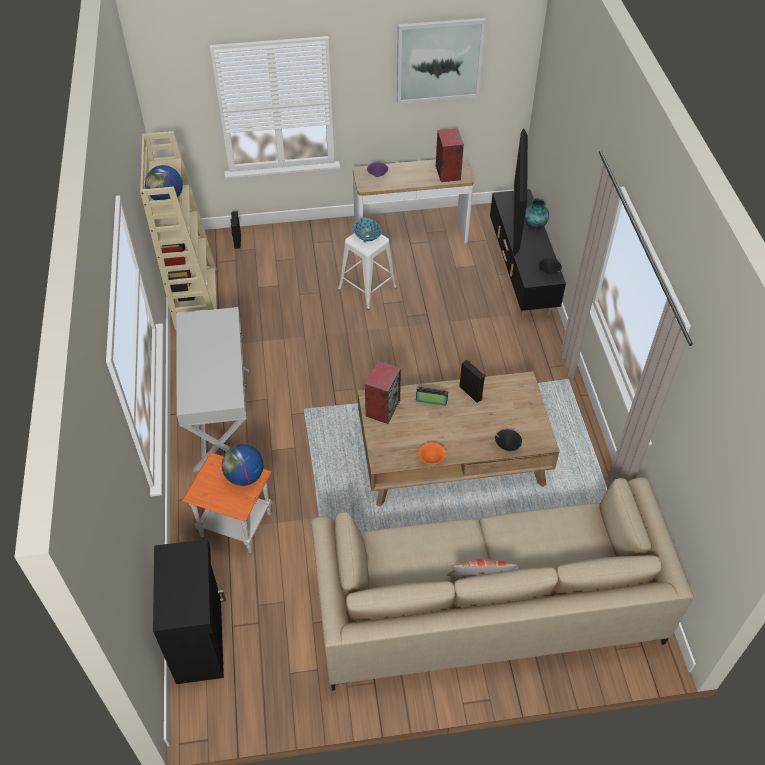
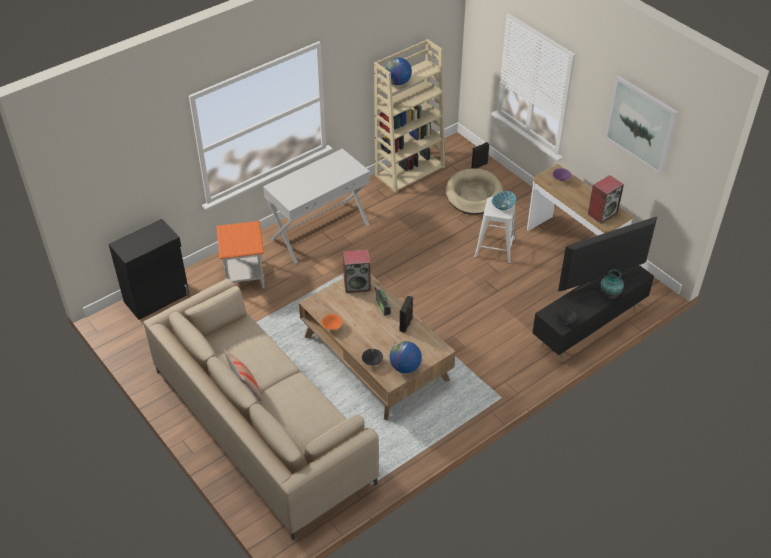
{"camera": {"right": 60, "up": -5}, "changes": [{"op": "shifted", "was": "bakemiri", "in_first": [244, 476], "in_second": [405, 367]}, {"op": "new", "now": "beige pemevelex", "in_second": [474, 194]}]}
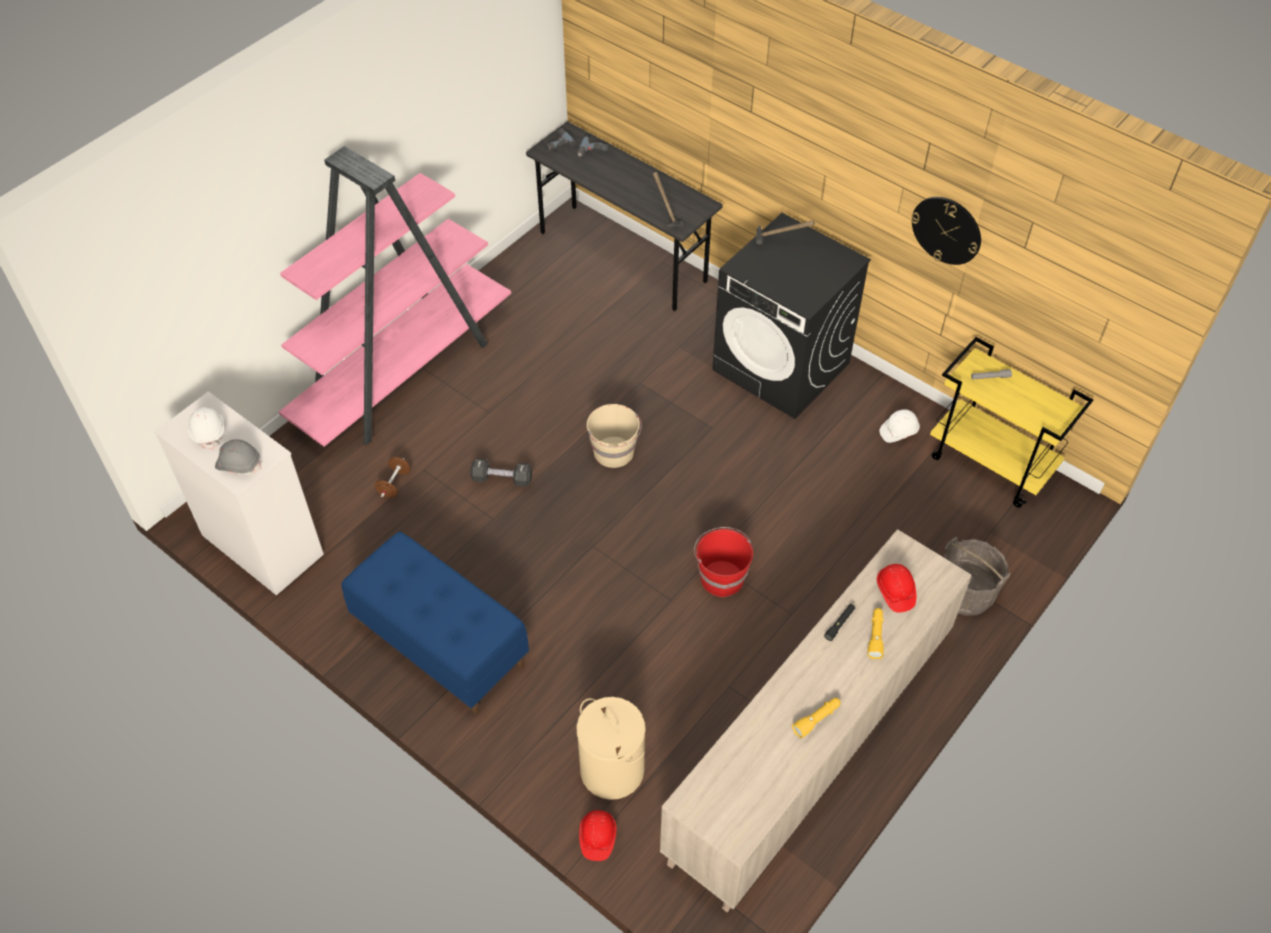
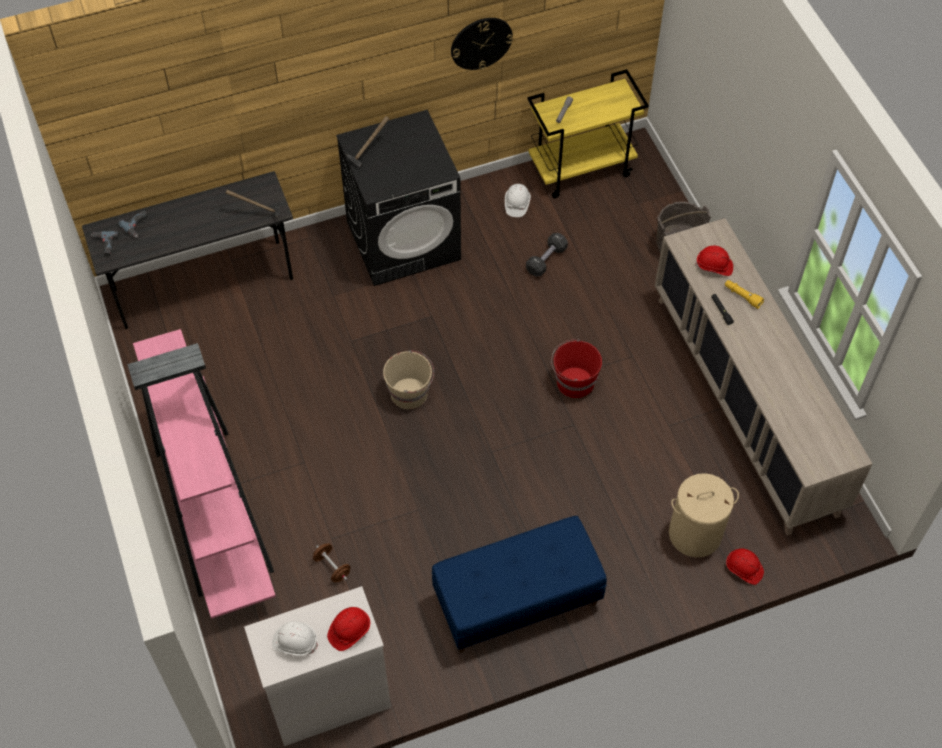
{"camera": {"right": -60, "up": 5}, "changes": [{"op": "repainted", "was": "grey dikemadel", "now": "red dikemadel", "in_first": [239, 464], "in_second": [349, 631]}, {"op": "shifted", "was": "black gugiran", "in_first": [502, 479], "in_second": [546, 260]}, {"op": "gone", "was": "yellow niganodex", "in_first": [816, 719]}]}
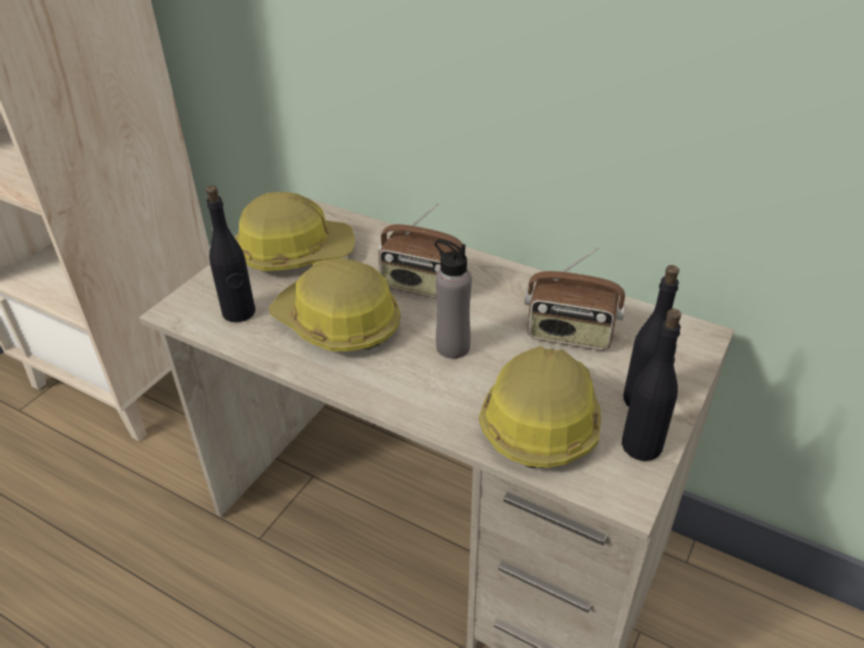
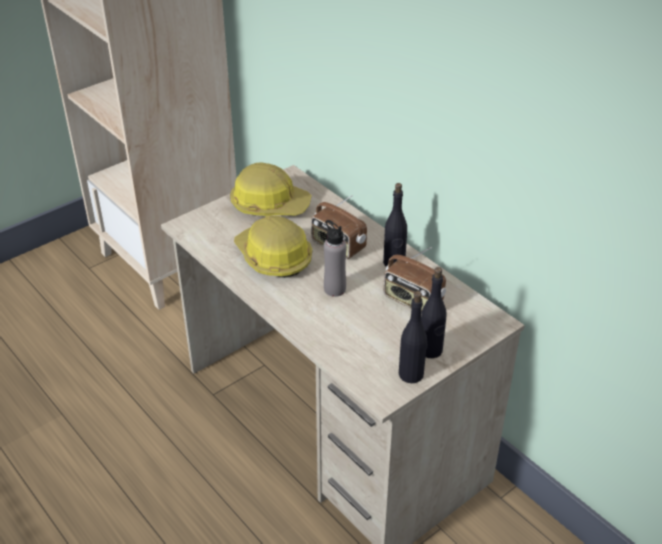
{"camera": {"right": 20, "up": 0}, "changes": [{"op": "shifted", "was": "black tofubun", "in_first": [239, 312], "in_second": [394, 263]}, {"op": "gone", "was": "dikemadel", "in_first": [540, 419]}]}
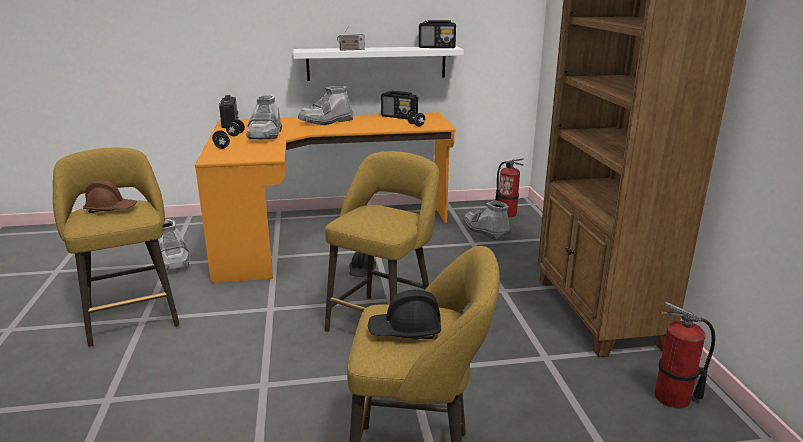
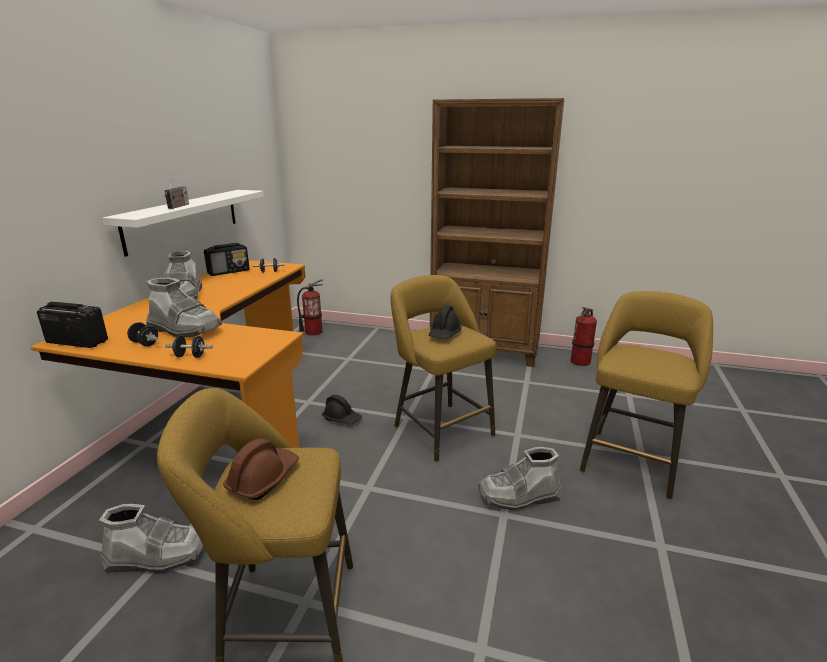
{"camera": {"right": -65, "up": 0}, "changes": [{"op": "shifted", "was": "black dikemadel", "in_first": [405, 331], "in_second": [444, 334]}, {"op": "gone", "was": "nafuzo", "in_first": [437, 47]}, {"op": "shifted", "was": "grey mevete", "in_first": [486, 230], "in_second": [519, 496]}]}
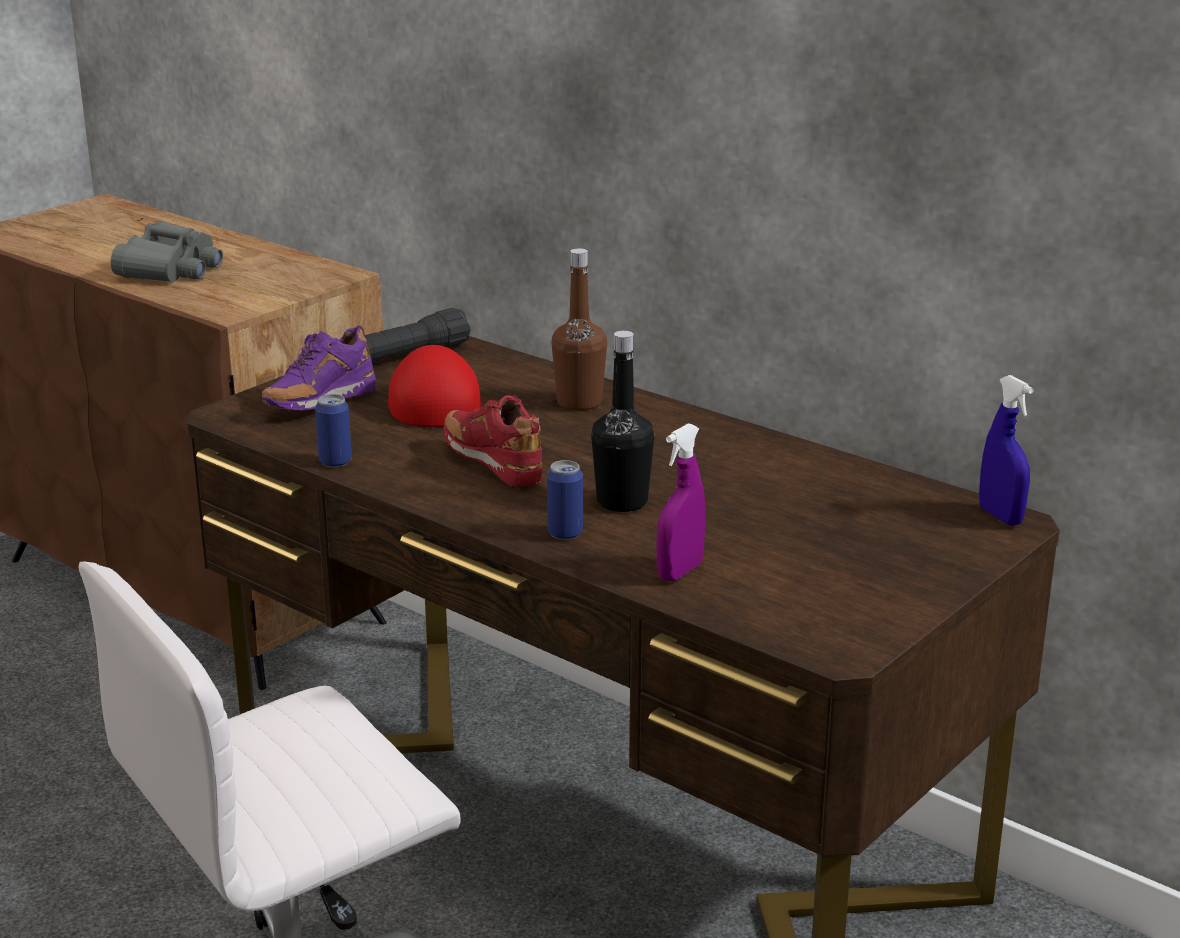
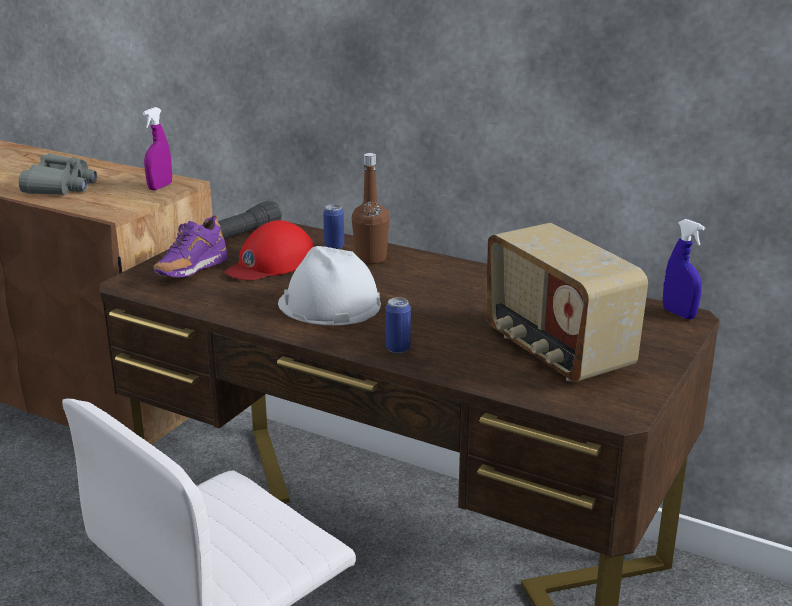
{"camera": {"right": -10, "up": 0}, "changes": [{"op": "shifted", "was": "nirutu", "in_first": [335, 461], "in_second": [334, 246]}, {"op": "rotated", "was": "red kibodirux", "in_first": [434, 400], "in_second": [270, 263], "clockwise": -120}, {"op": "swapped", "was": "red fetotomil", "now": "white dikemadel", "in_first": [493, 464], "in_second": [329, 304]}, {"op": "gone", "was": "black tofubun", "in_first": [622, 502]}, {"op": "shifted", "was": "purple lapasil", "in_first": [680, 572], "in_second": [160, 187]}, {"op": "new", "now": "nafuzo", "in_second": [555, 351]}]}
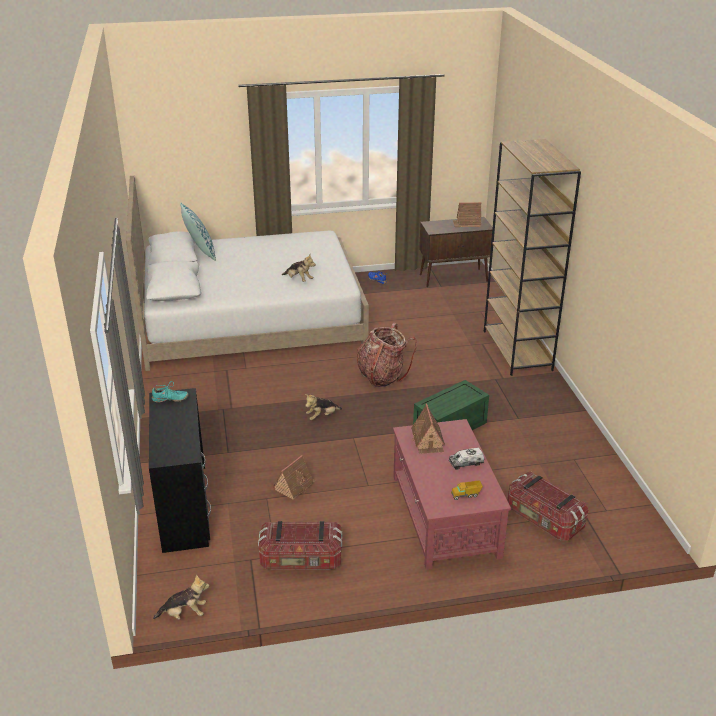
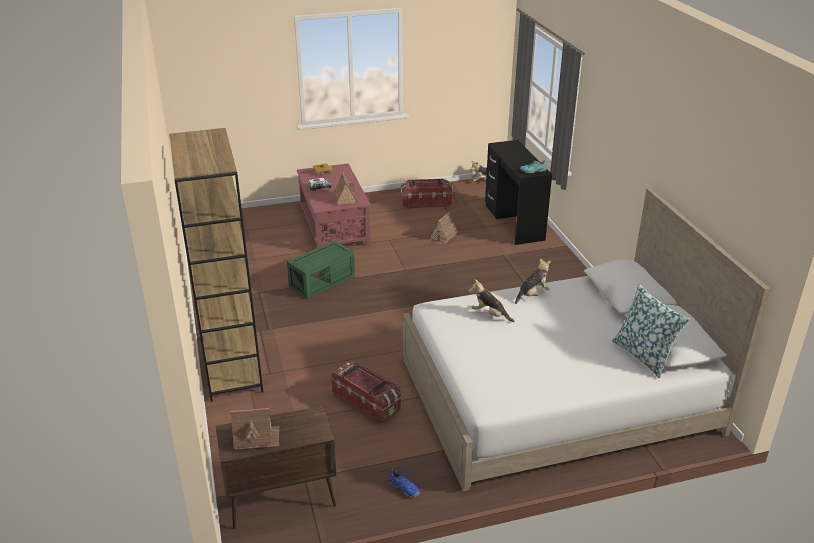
{"camera": {"right": 175, "up": 0}, "changes": [{"op": "shifted", "was": "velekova", "in_first": [322, 416], "in_second": [532, 295]}, {"op": "gone", "was": "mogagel", "in_first": [382, 376]}, {"op": "shifted", "was": "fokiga", "in_first": [543, 520], "in_second": [367, 403]}]}
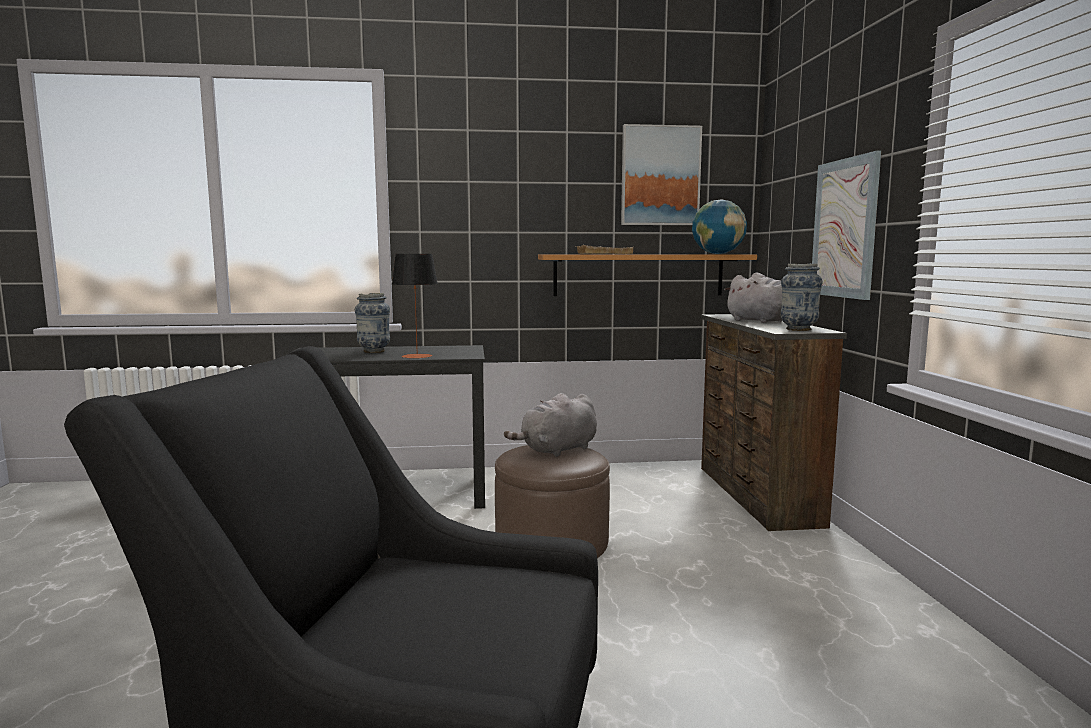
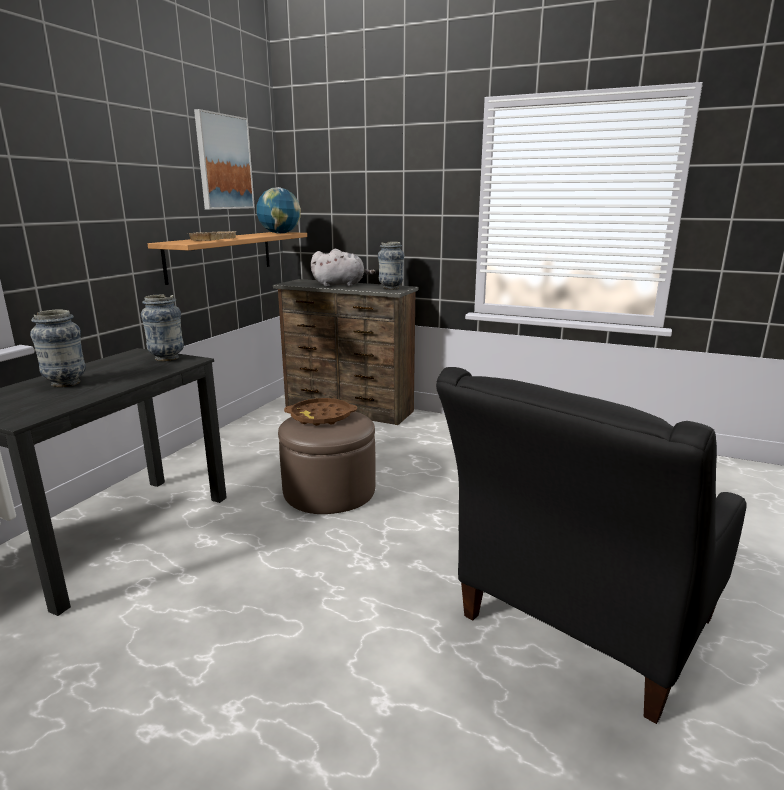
{"camera": {"right": -60, "up": 10}, "changes": [{"op": "gone", "was": "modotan", "in_first": [417, 356]}, {"op": "swapped", "was": "grey velekova", "now": "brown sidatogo", "in_first": [557, 450], "in_second": [321, 417]}, {"op": "gone", "was": "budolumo", "in_first": [844, 228]}, {"op": "new", "now": "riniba", "in_second": [167, 358]}]}
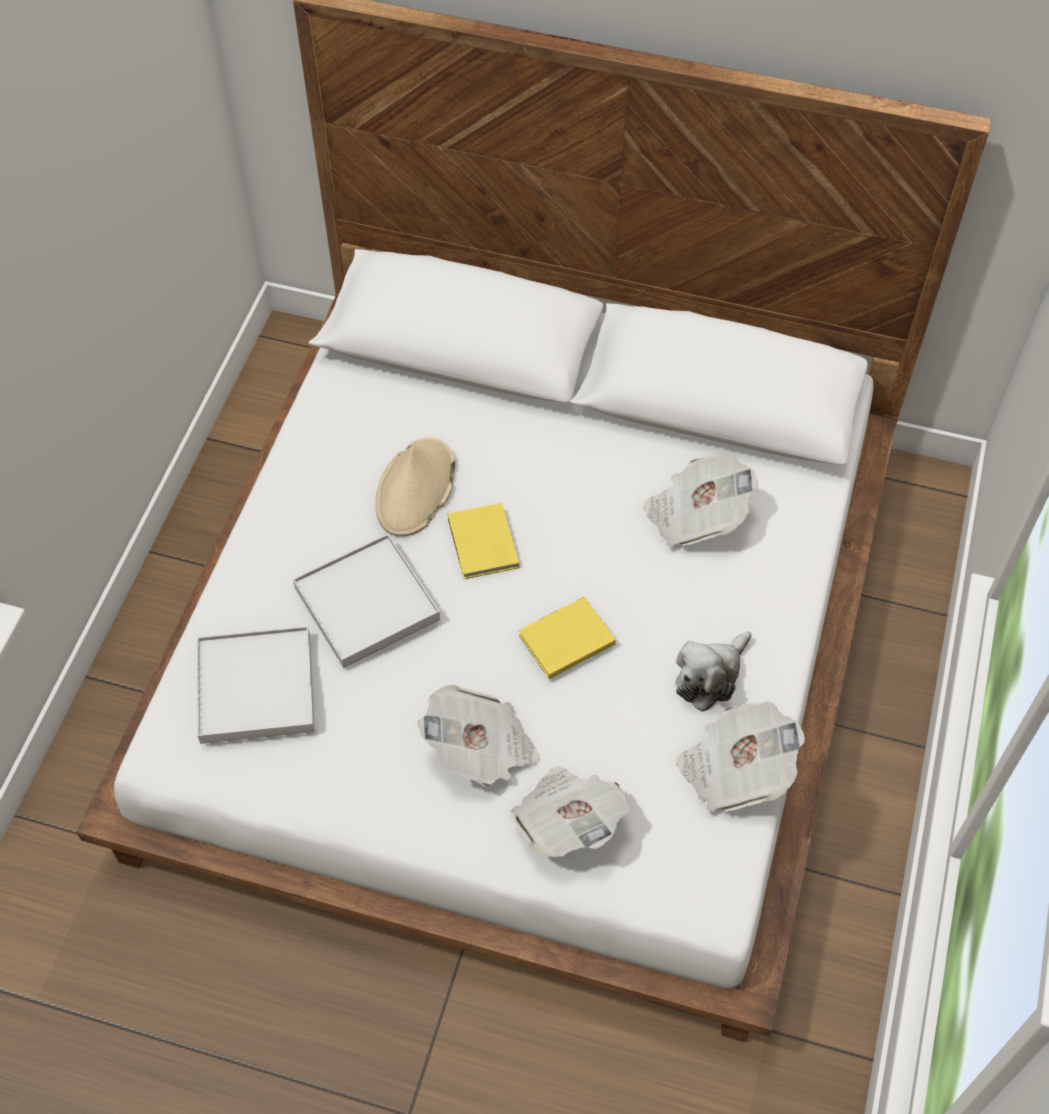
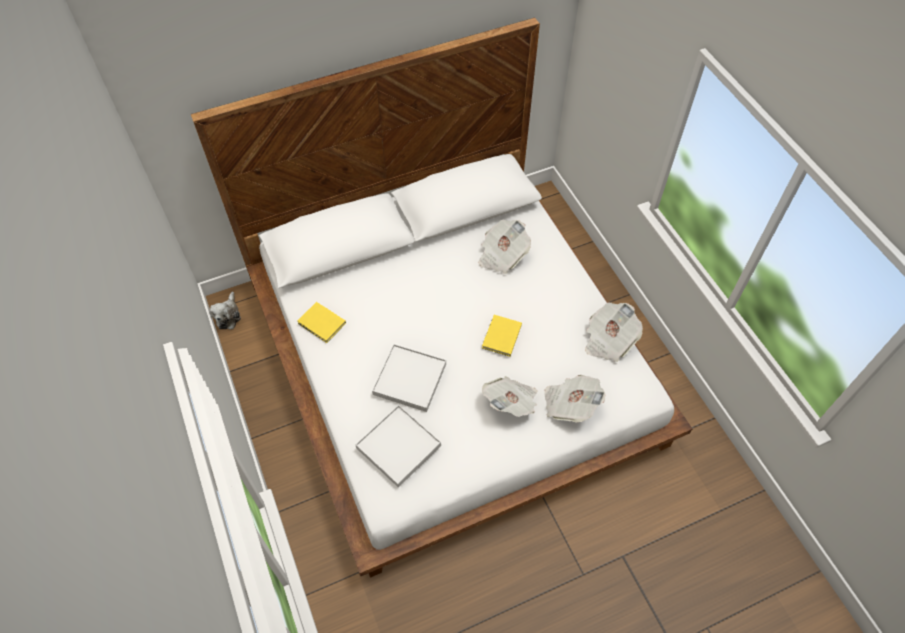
{"camera": {"right": -40, "up": 0}, "changes": [{"op": "gone", "was": "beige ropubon", "in_first": [415, 488]}, {"op": "shifted", "was": "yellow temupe", "in_first": [482, 545], "in_second": [322, 324]}, {"op": "shifted", "was": "velekova", "in_first": [710, 676], "in_second": [228, 315]}]}
